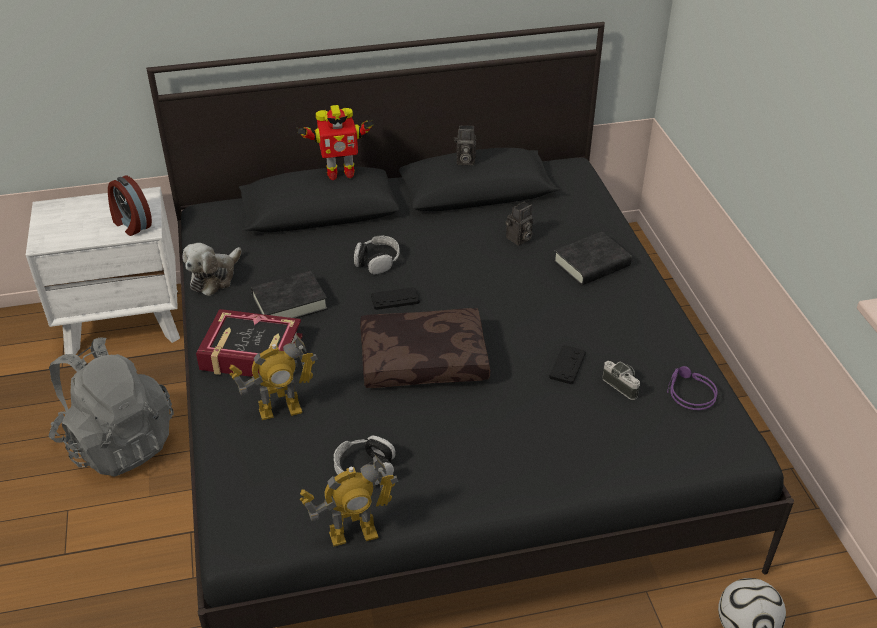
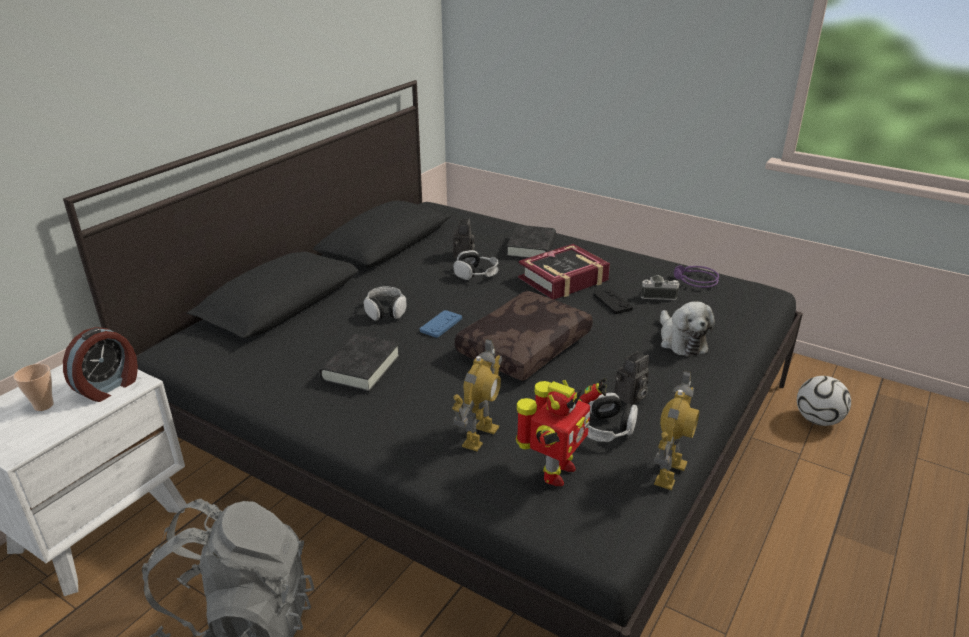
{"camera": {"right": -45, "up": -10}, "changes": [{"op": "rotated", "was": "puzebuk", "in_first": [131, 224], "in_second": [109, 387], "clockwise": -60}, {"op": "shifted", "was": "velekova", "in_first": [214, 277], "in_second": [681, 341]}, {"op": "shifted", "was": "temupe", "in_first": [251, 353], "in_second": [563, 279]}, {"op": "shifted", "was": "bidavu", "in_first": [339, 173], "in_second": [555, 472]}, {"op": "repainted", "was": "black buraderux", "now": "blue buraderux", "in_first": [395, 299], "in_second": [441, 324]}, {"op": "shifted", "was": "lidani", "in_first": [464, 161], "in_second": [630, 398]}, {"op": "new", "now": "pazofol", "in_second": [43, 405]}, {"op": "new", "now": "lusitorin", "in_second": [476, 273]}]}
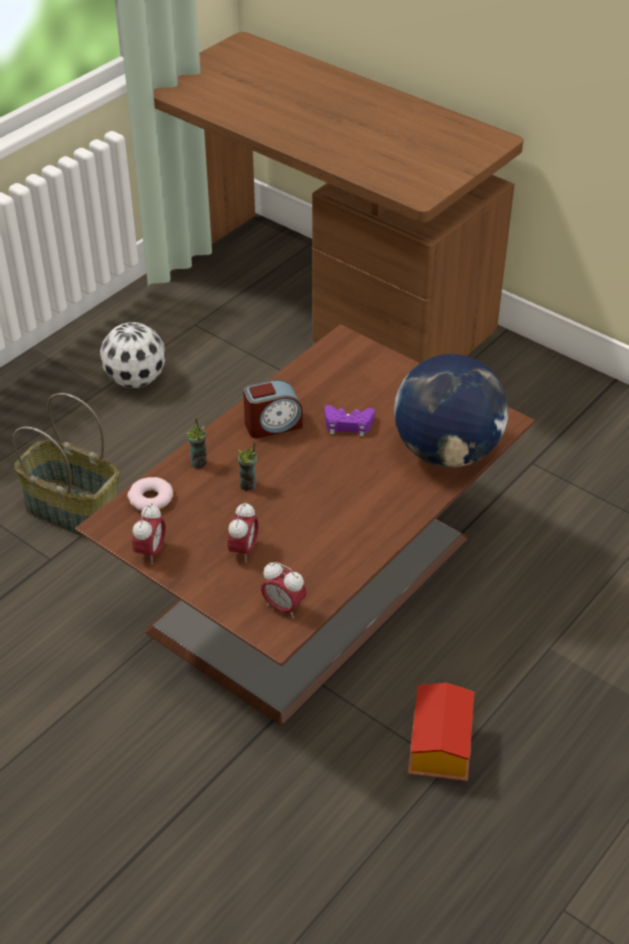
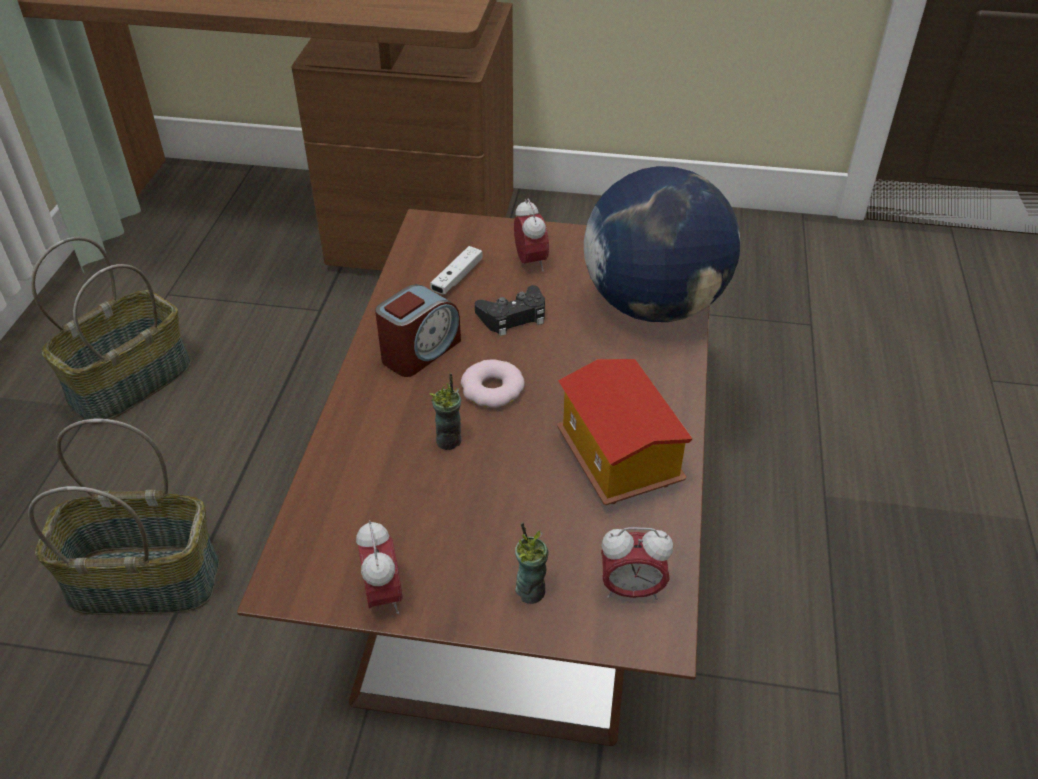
{"camera": {"right": -30, "up": 0}, "changes": [{"op": "swapped", "was": "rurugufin", "now": "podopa", "in_first": [136, 379], "in_second": [130, 381]}, {"op": "shifted", "was": "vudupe", "in_first": [151, 498], "in_second": [492, 389]}, {"op": "shifted", "was": "pazofol", "in_first": [199, 462], "in_second": [531, 591]}, {"op": "shifted", "was": "puzebuk", "in_first": [244, 550], "in_second": [530, 262]}, {"op": "repainted", "was": "purple buraderux", "now": "black buraderux", "in_first": [348, 424], "in_second": [513, 316]}, {"op": "shifted", "was": "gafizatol", "in_first": [438, 749], "in_second": [616, 460]}, {"op": "new", "now": "white buraderux", "in_second": [457, 278]}]}
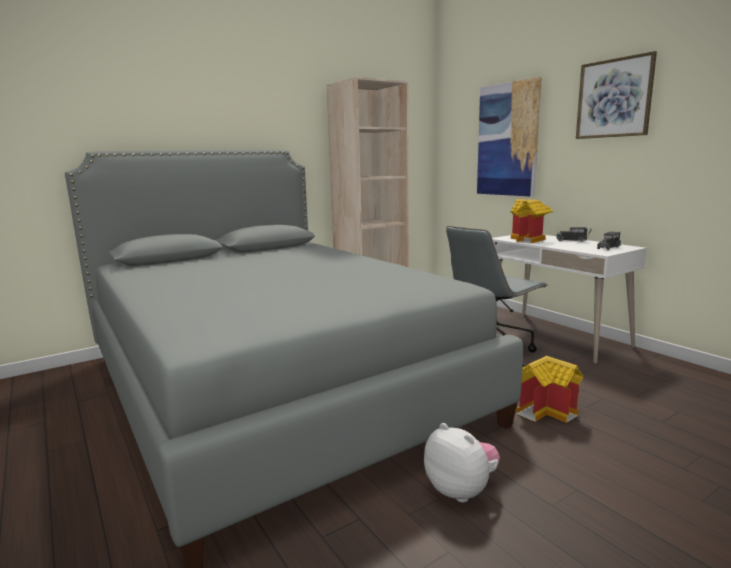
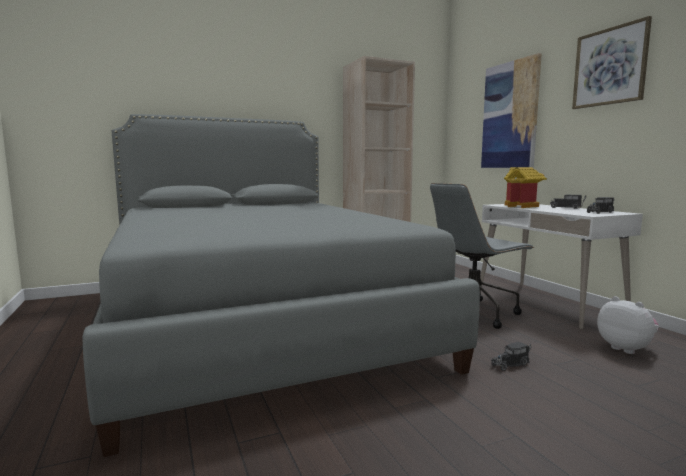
{"camera": {"right": 10, "up": -5}, "changes": [{"op": "shifted", "was": "velekova", "in_first": [461, 490], "in_second": [626, 348]}, {"op": "swapped", "was": "gafizatol", "now": "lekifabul", "in_first": [546, 411], "in_second": [511, 364]}]}
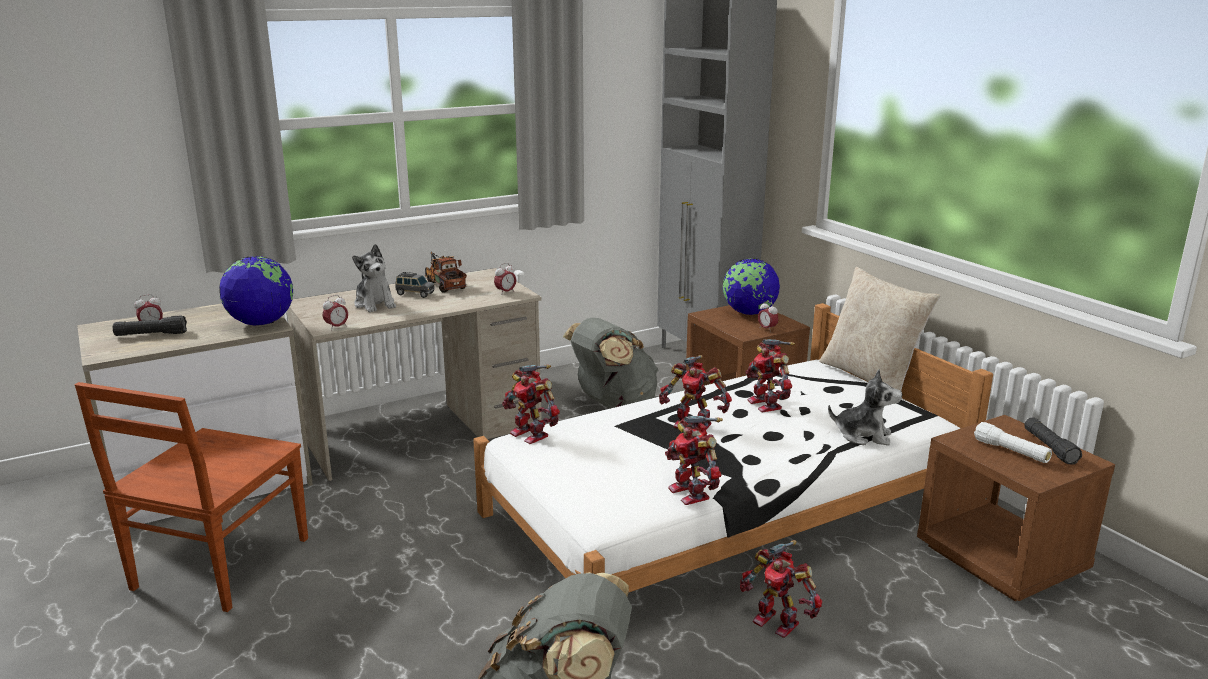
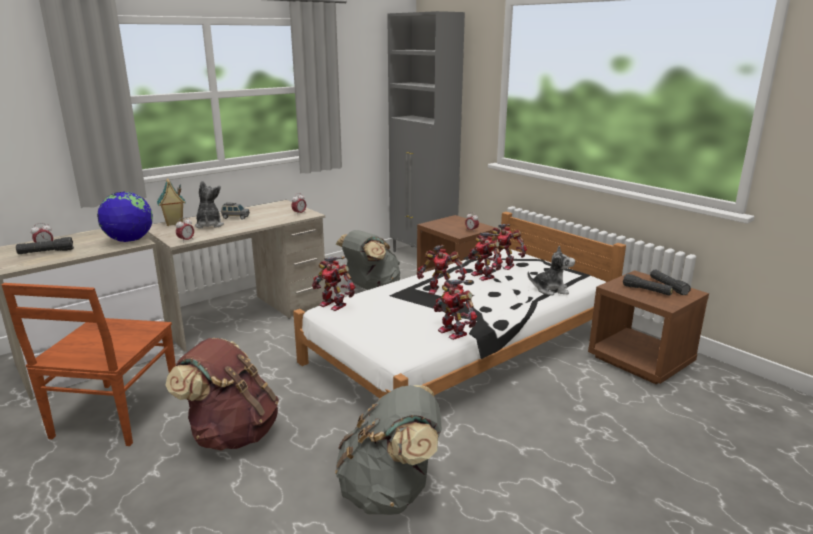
{"camera": {"right": -10, "up": 0}, "changes": [{"op": "rotated", "was": "velekova", "in_first": [375, 304], "in_second": [209, 225], "clockwise": -150}, {"op": "gone", "was": "lekifabul", "in_first": [444, 284]}, {"op": "gone", "was": "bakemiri", "in_first": [749, 313]}, {"op": "shifted", "was": "bidavu", "in_first": [777, 621], "in_second": [503, 265]}, {"op": "gone", "was": "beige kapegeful", "in_first": [871, 377]}, {"op": "repainted", "was": "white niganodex", "now": "black niganodex", "in_first": [1011, 451], "in_second": [646, 291]}, {"op": "new", "now": "gafizatol", "in_second": [174, 223]}, {"op": "new", "now": "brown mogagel", "in_second": [232, 434]}]}
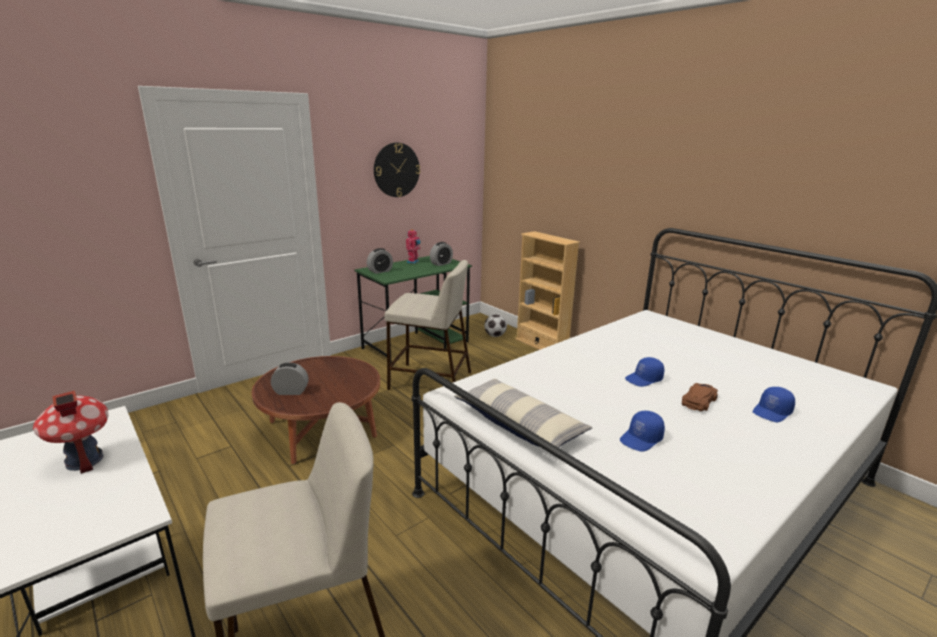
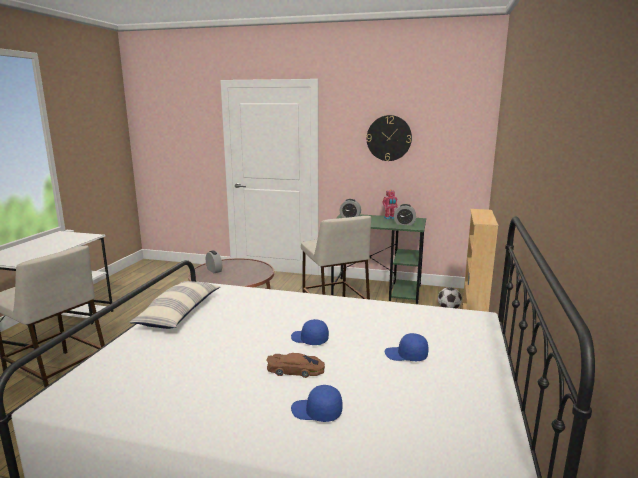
{"camera": {"right": 55, "up": -5}, "changes": [{"op": "gone", "was": "gafizatol", "in_first": [84, 460]}, {"op": "shifted", "was": "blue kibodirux", "in_first": [641, 439], "in_second": [406, 355]}]}
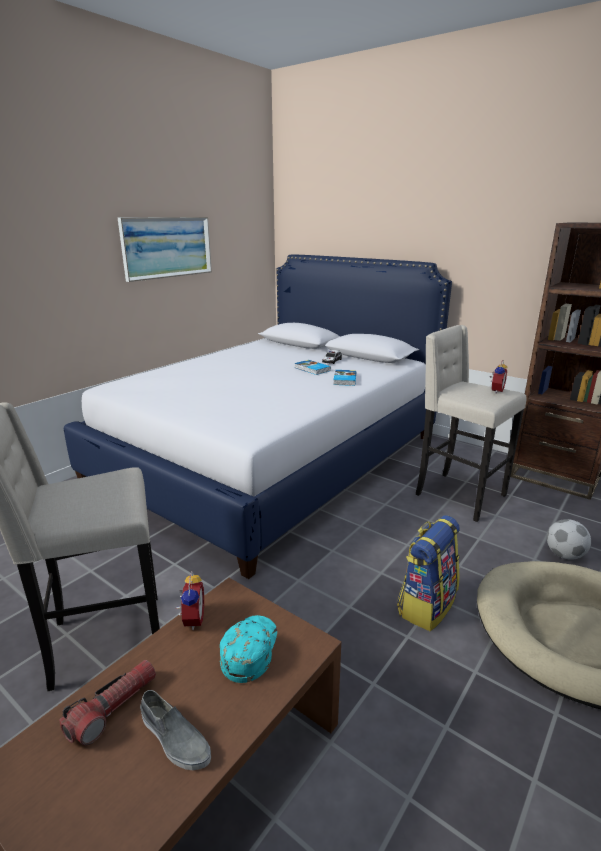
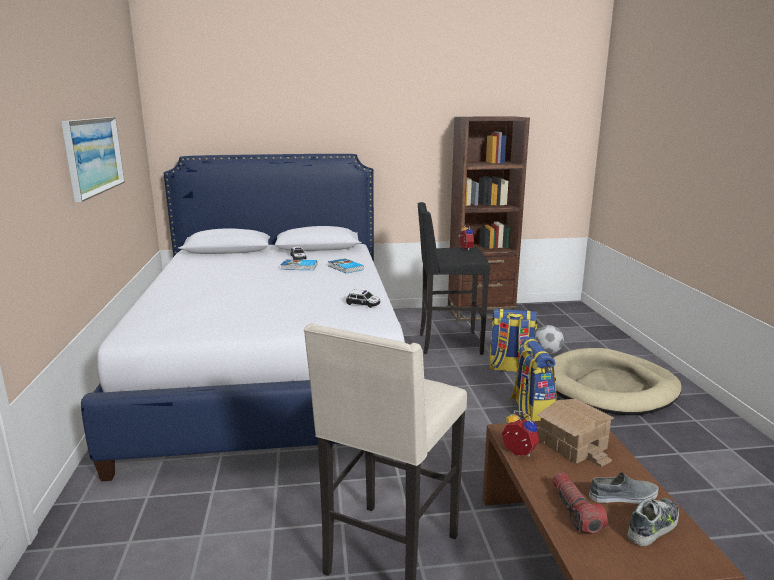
{"camera": {"right": -45, "up": -5}, "changes": [{"op": "swapped", "was": "turquoise kibodirux", "now": "gafizatol", "in_first": [249, 649], "in_second": [571, 445]}, {"op": "repainted", "was": "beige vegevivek", "now": "black vegevivek", "in_first": [458, 495], "in_second": [448, 344]}, {"op": "new", "now": "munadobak", "in_second": [363, 303]}, {"op": "new", "now": "mogagel", "in_second": [510, 368]}, {"op": "new", "now": "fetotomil", "in_second": [653, 526]}]}
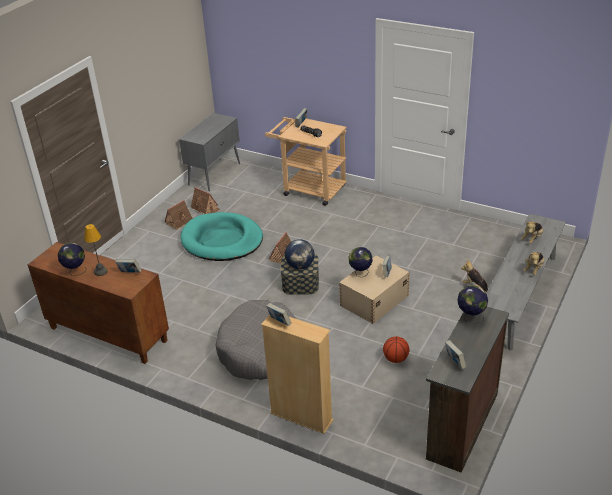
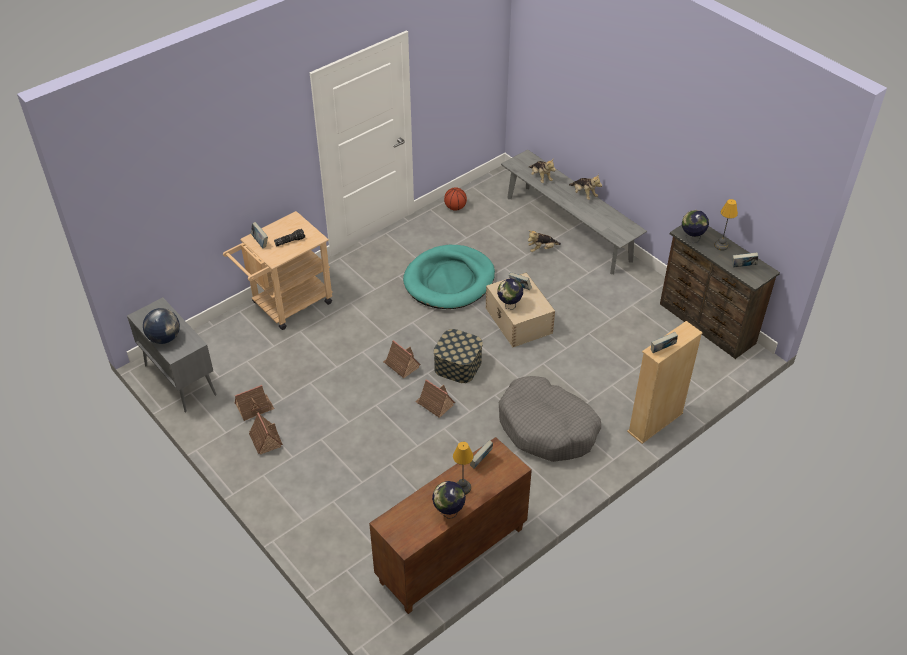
{"camera": {"right": -70, "up": 10}, "changes": [{"op": "shifted", "was": "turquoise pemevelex", "in_first": [222, 240], "in_second": [449, 280]}, {"op": "shifted", "was": "bakemiri", "in_first": [300, 266], "in_second": [164, 338]}, {"op": "shifted", "was": "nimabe", "in_first": [395, 359], "in_second": [455, 207]}, {"op": "new", "now": "gafizatol", "in_second": [435, 404]}, {"op": "new", "now": "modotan", "in_second": [721, 246]}]}
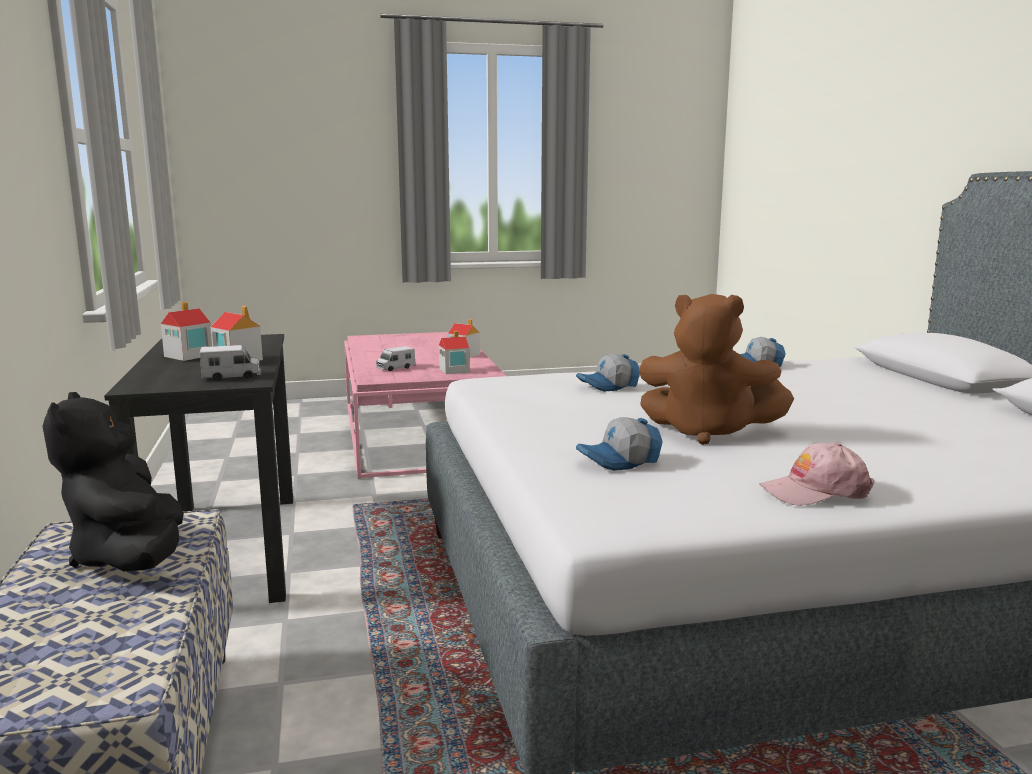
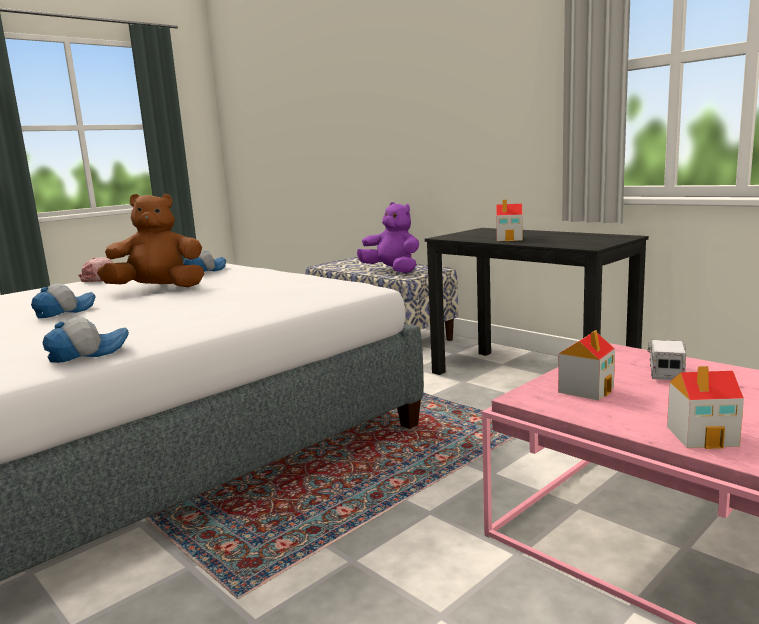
{"camera": {"right": 150, "up": 0}, "changes": [{"op": "repainted", "was": "black velekova", "now": "purple velekova", "in_first": [130, 558], "in_second": [392, 271]}, {"op": "gone", "was": "gafizatol", "in_first": [188, 356]}, {"op": "gone", "was": "lekifabul", "in_first": [231, 377]}, {"op": "shifted", "was": "kibodirux", "in_first": [609, 386], "in_second": [65, 312]}]}
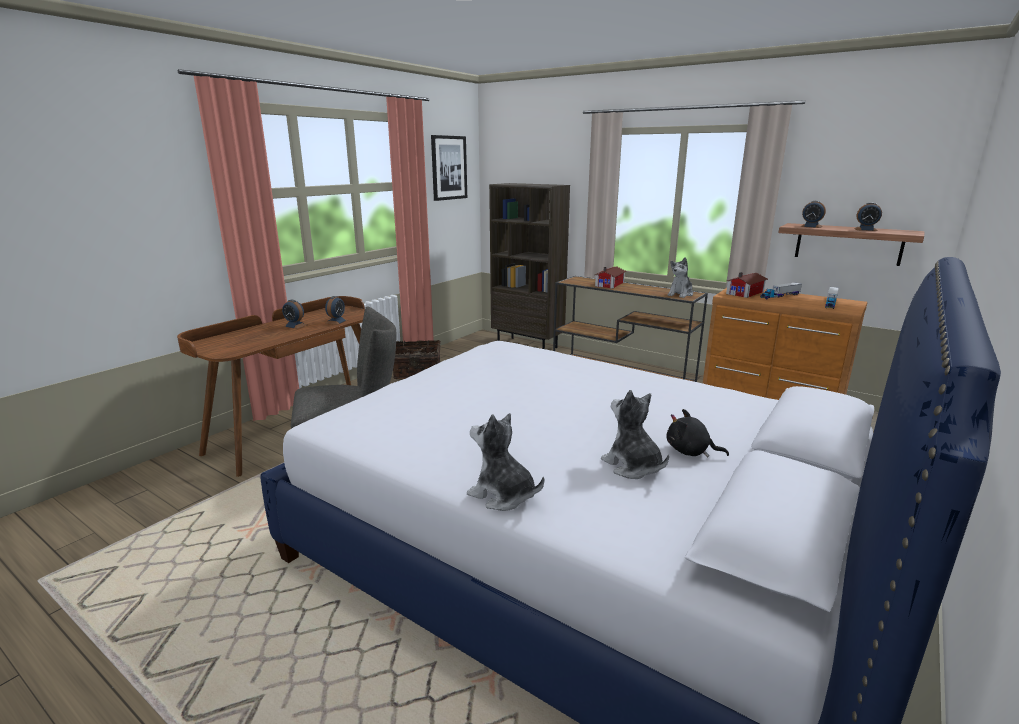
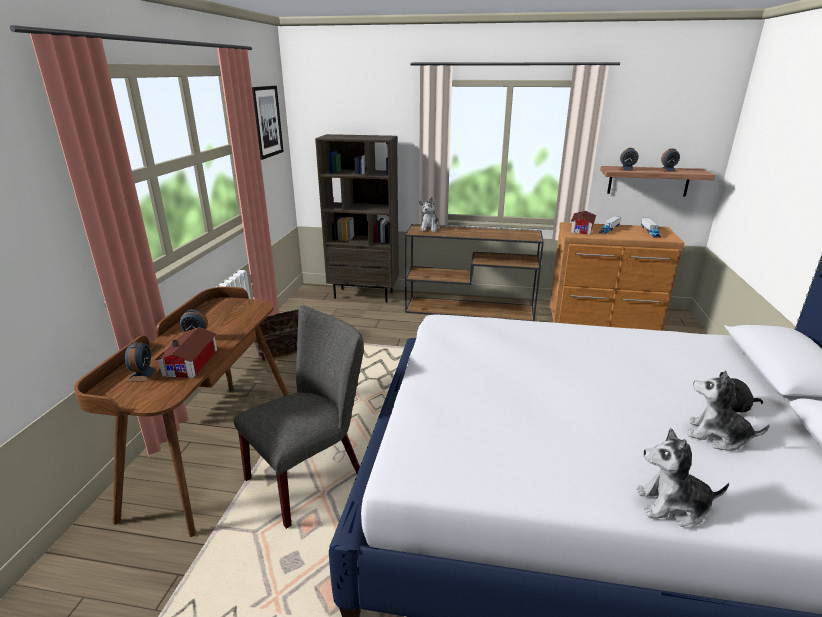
{"camera": {"right": -25, "up": 5}, "changes": [{"op": "shifted", "was": "puzebuk", "in_first": [336, 321], "in_second": [142, 374]}, {"op": "shifted", "was": "gafizatol", "in_first": [610, 284], "in_second": [193, 361]}, {"op": "shifted", "was": "velekova", "in_first": [680, 294], "in_second": [429, 228]}]}
